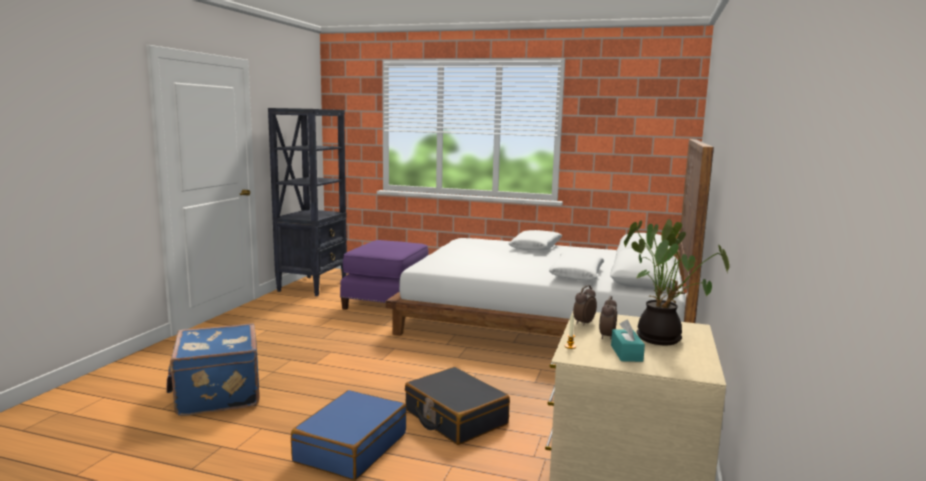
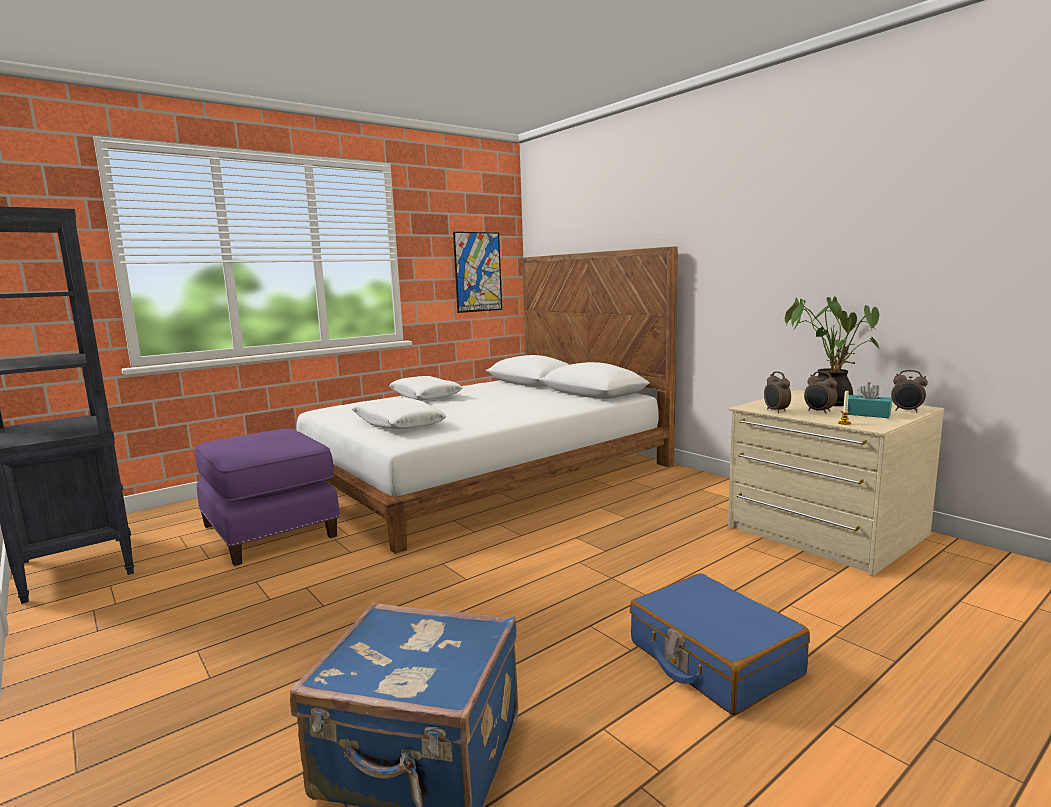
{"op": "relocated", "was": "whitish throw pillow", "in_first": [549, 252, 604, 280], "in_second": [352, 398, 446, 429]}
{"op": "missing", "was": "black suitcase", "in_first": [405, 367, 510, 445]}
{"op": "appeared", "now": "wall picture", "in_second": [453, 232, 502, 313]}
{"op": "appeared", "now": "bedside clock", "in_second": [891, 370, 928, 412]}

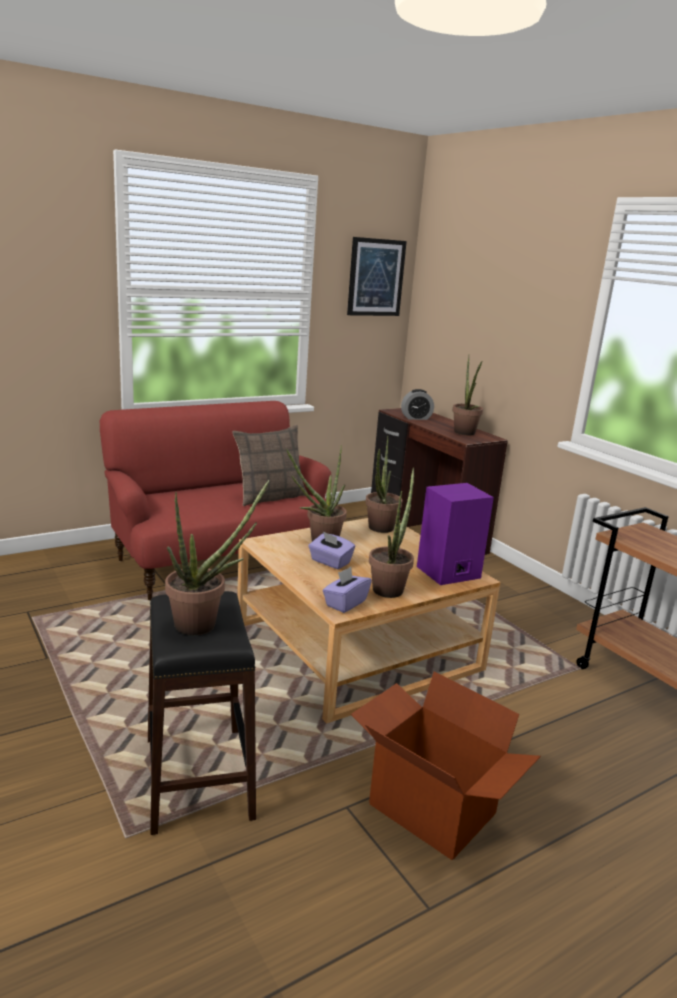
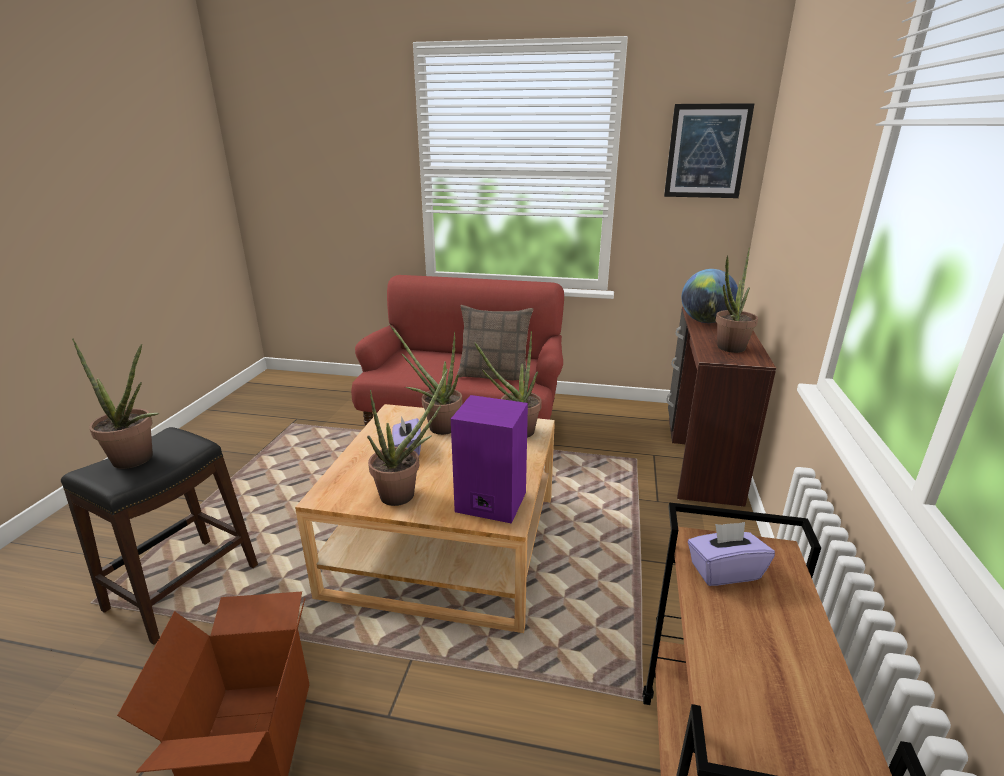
{"op": "exchanged", "was": "bedside clock", "now": "globe", "in_first": [401, 389, 434, 420], "in_second": [682, 269, 738, 323]}
{"op": "relocated", "was": "purple-coloured box of tissues", "in_first": [323, 567, 372, 613], "in_second": [688, 522, 775, 586]}

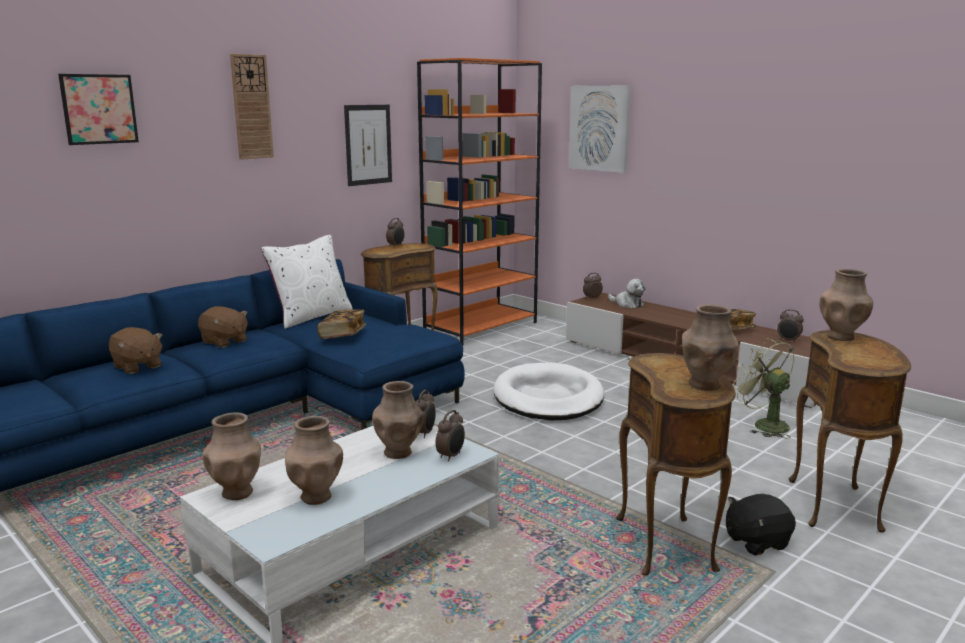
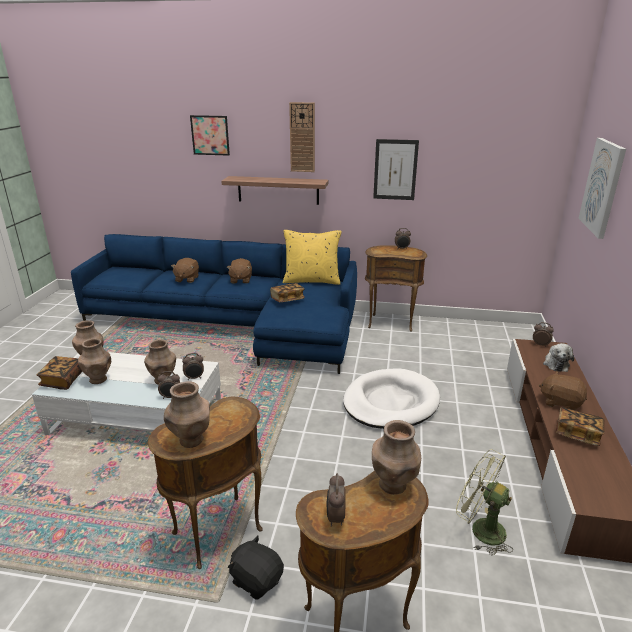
{"op": "missing", "was": "orange-coloured bookcase", "in_first": [417, 58, 542, 345]}
{"op": "colour", "was": "whitish throw pillow", "now": "yellow-coloured throw pillow", "in_first": [261, 235, 353, 329], "in_second": [283, 230, 342, 285]}
{"op": "relocated", "was": "bedside clock", "in_first": [777, 309, 804, 343], "in_second": [326, 473, 346, 527]}
{"op": "spun", "was": "green fan", "in_first": [733, 338, 795, 439], "in_second": [456, 449, 513, 555], "clockwise": -75}
{"op": "appeared", "now": "bracket shelf", "in_second": [221, 176, 329, 205]}
{"op": "appeared", "now": "volume", "in_second": [37, 356, 83, 390]}
{"op": "appeared", "now": "brownish plush toy", "in_second": [539, 371, 587, 410]}

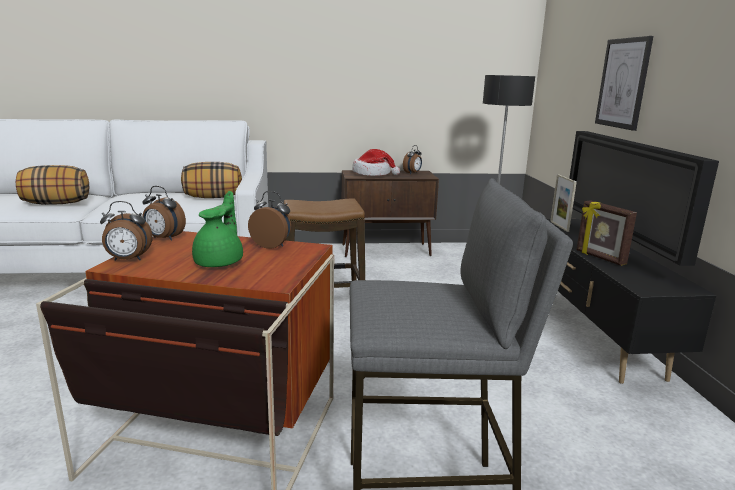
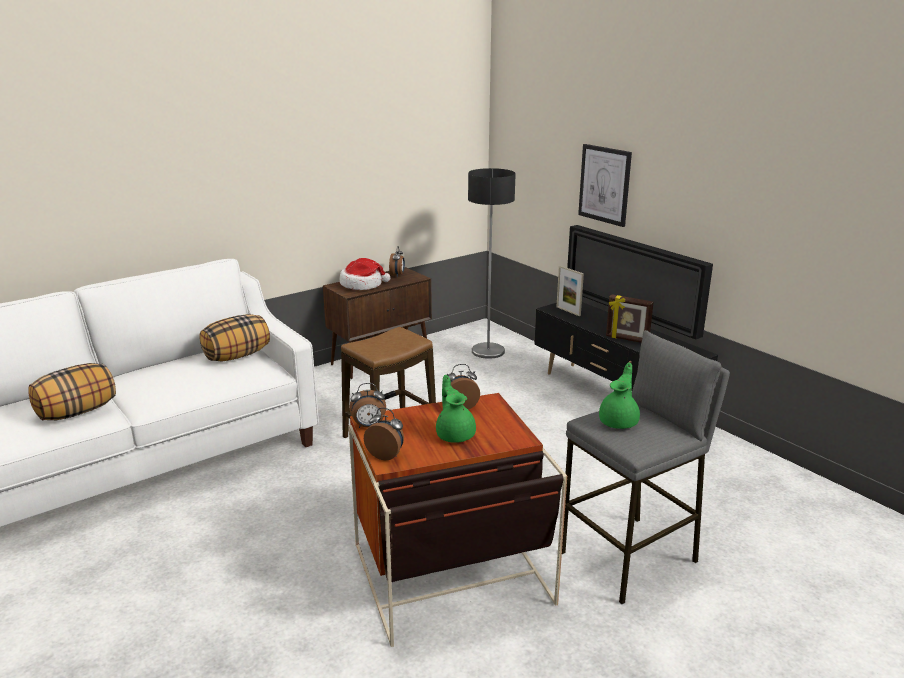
{"op": "spun", "was": "bedside clock", "in_first": [100, 201, 153, 261], "in_second": [364, 408, 404, 460], "clockwise": -120}
{"op": "appeared", "now": "green teapot", "in_second": [599, 362, 640, 429]}

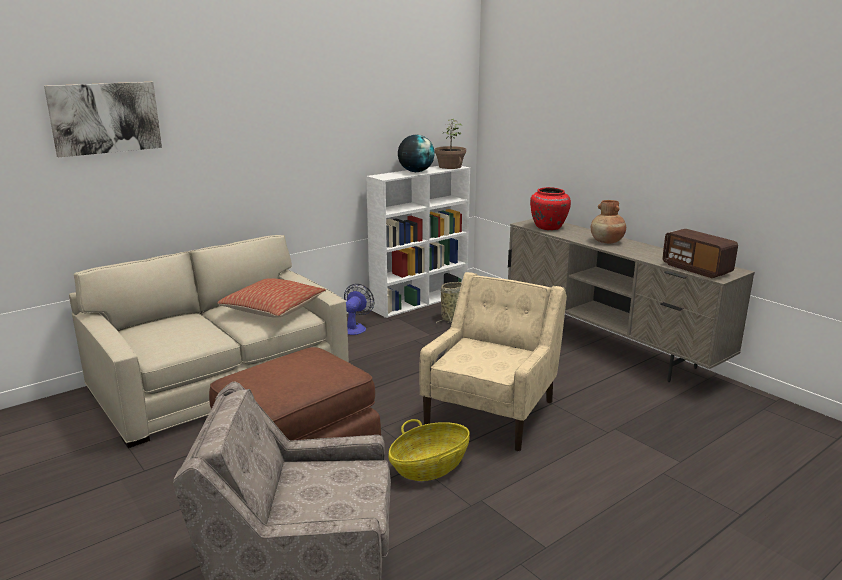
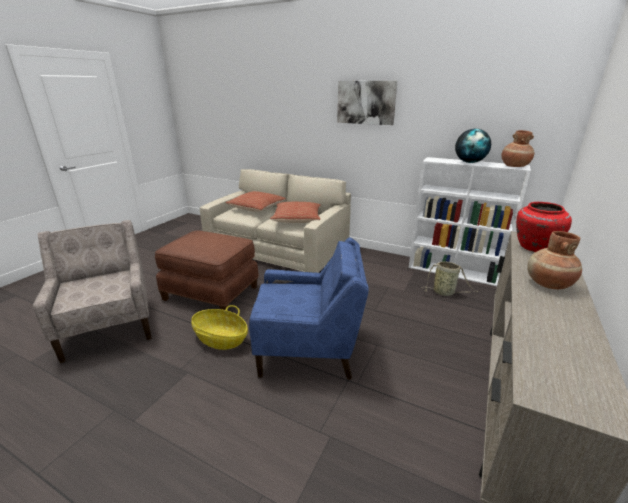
{"op": "relocated", "was": "wall picture", "in_first": [44, 82, 162, 157], "in_second": [337, 81, 398, 125]}
{"op": "exchanged", "was": "potted plant", "now": "brownish decorative vase", "in_first": [435, 119, 466, 169], "in_second": [501, 130, 534, 167]}
{"op": "missing", "was": "radio receiver", "in_first": [662, 229, 738, 278]}
{"op": "colour", "was": "beige-coloured armchair", "now": "blue armchair", "in_first": [420, 272, 567, 451], "in_second": [249, 237, 369, 380]}
{"op": "missing", "was": "fan", "in_first": [344, 284, 374, 335]}
{"op": "appeared", "now": "throw pillow", "in_second": [226, 191, 286, 212]}

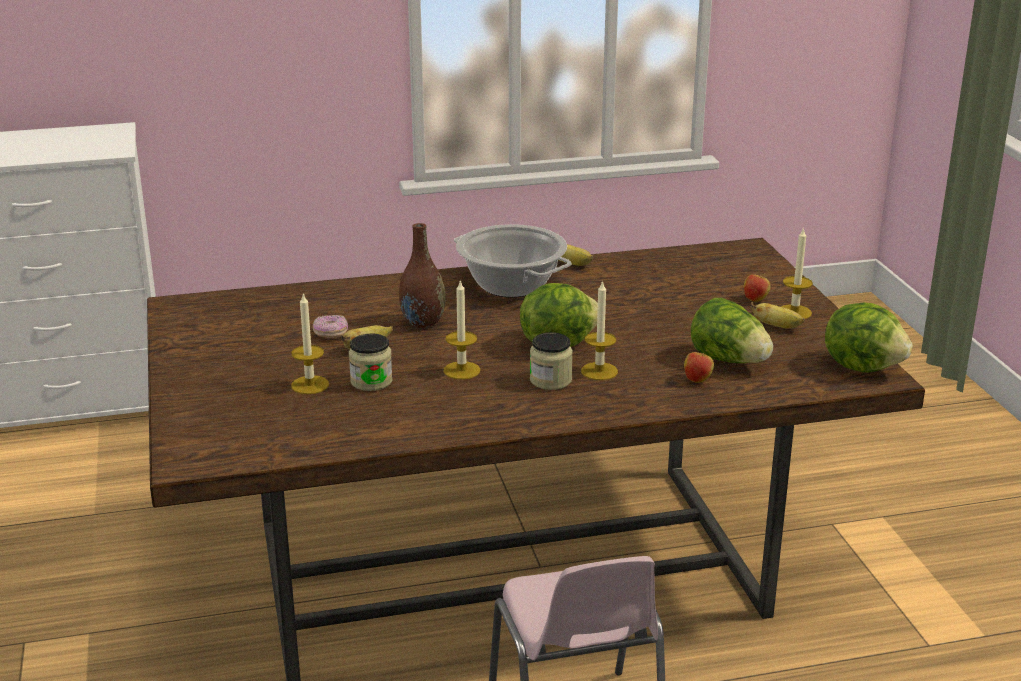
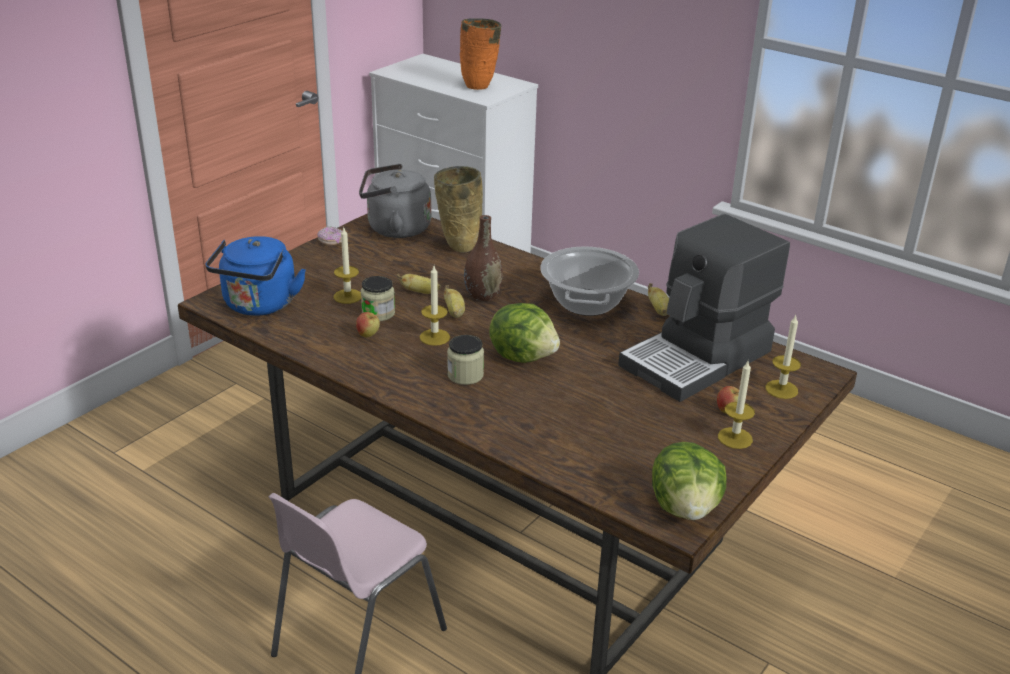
{"op": "relocated", "was": "candle", "in_first": [581, 280, 618, 380], "in_second": [765, 315, 801, 399]}
{"op": "missing", "was": "lettuce", "in_first": [691, 298, 773, 363]}
{"op": "relocated", "was": "banana", "in_first": [750, 302, 805, 329], "in_second": [444, 285, 465, 318]}
{"op": "relocated", "was": "donut", "in_first": [313, 315, 348, 338], "in_second": [317, 226, 342, 246]}
{"op": "relocated", "was": "whole apple", "in_first": [684, 350, 714, 383], "in_second": [356, 312, 380, 338]}
{"op": "appeared", "now": "orange-coloured decorative vase", "in_second": [460, 18, 501, 90]}
{"op": "appeared", "now": "gray tea kettle", "in_second": [359, 164, 431, 238]}
{"op": "appeared", "now": "beige-coloured decorative vase", "in_second": [434, 166, 483, 253]}
{"op": "appeared", "now": "coffee maker", "in_second": [618, 214, 790, 402]}
{"op": "appeared", "now": "blue tea kettle", "in_second": [205, 236, 306, 316]}

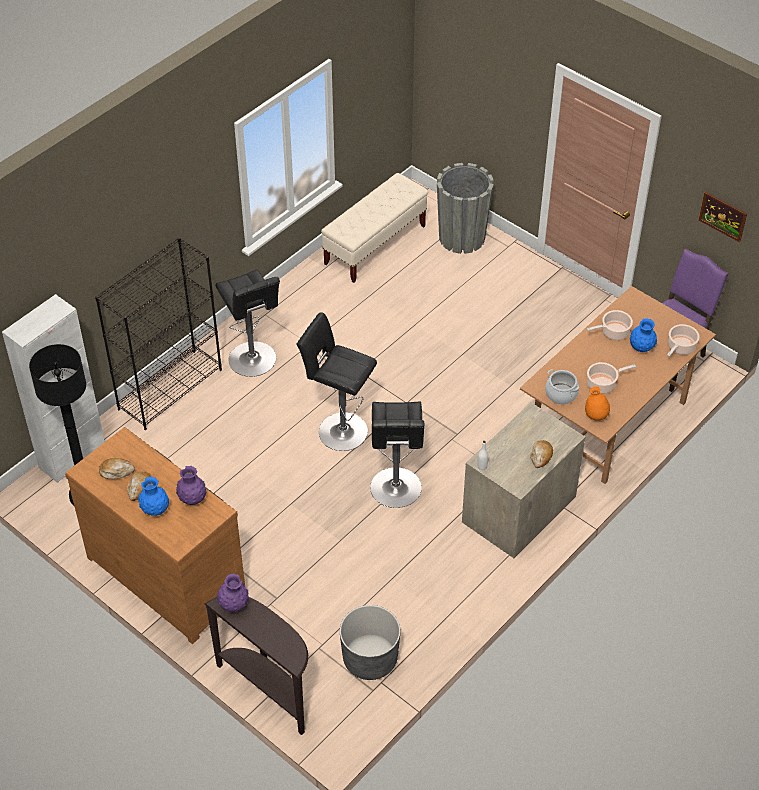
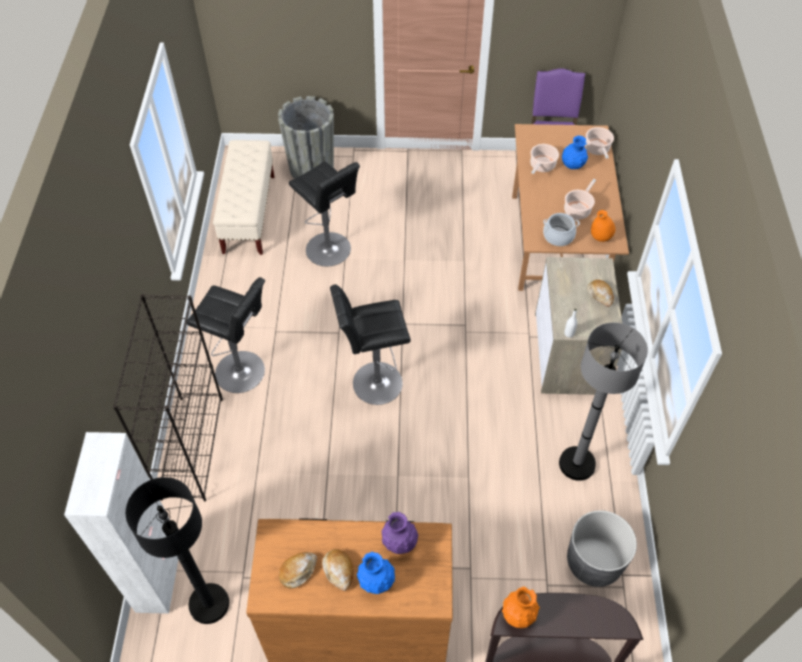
{"op": "missing", "was": "wall picture", "in_first": [698, 192, 747, 242]}
{"op": "relocated", "was": "black sitting stool", "in_first": [370, 401, 424, 508], "in_second": [289, 161, 360, 266]}
{"op": "colour", "was": "purple-coloured decorative vase", "now": "orange-coloured decorative vase", "in_first": [217, 574, 249, 612], "in_second": [502, 587, 540, 628]}
{"op": "appeared", "now": "gray floor lamp", "in_second": [559, 323, 648, 481]}

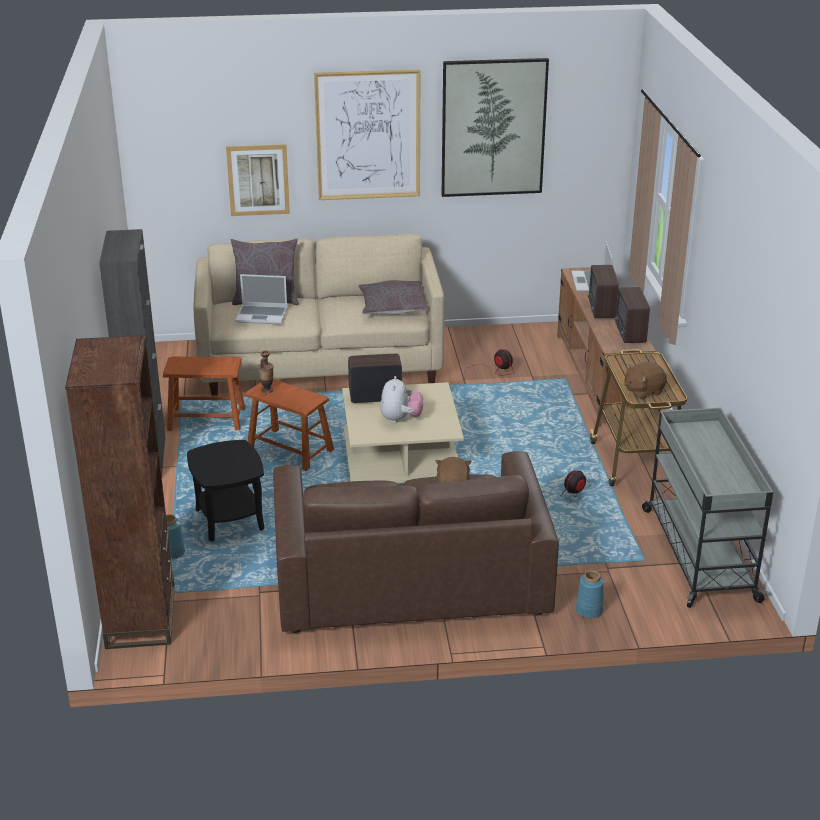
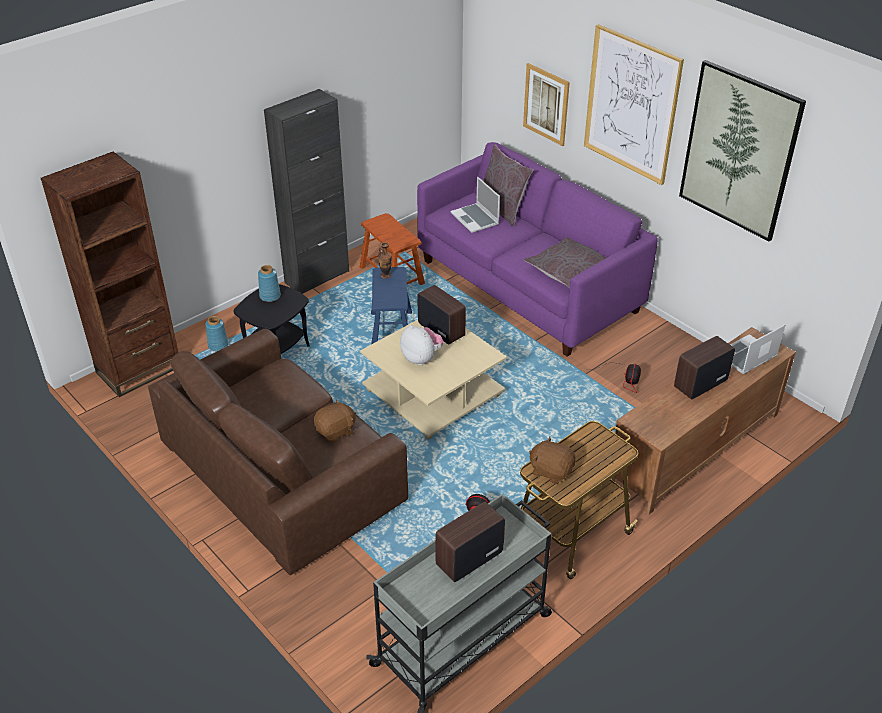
{"op": "colour", "was": "beige-coloured settee", "now": "purple-coloured settee", "in_first": [194, 234, 445, 396], "in_second": [417, 142, 658, 357]}
{"op": "relocated", "was": "radio receiver", "in_first": [615, 287, 650, 343], "in_second": [435, 502, 505, 582]}
{"op": "spun", "was": "plush toy", "in_first": [380, 376, 423, 423], "in_second": [400, 325, 443, 365], "clockwise": -105}
{"op": "colour", "was": "brownish sitting stool", "now": "blue sitting stool", "in_first": [245, 379, 334, 471], "in_second": [371, 267, 412, 344]}
{"op": "relocated", "was": "blue decorative vase", "in_first": [576, 570, 604, 618], "in_second": [258, 265, 281, 302]}

